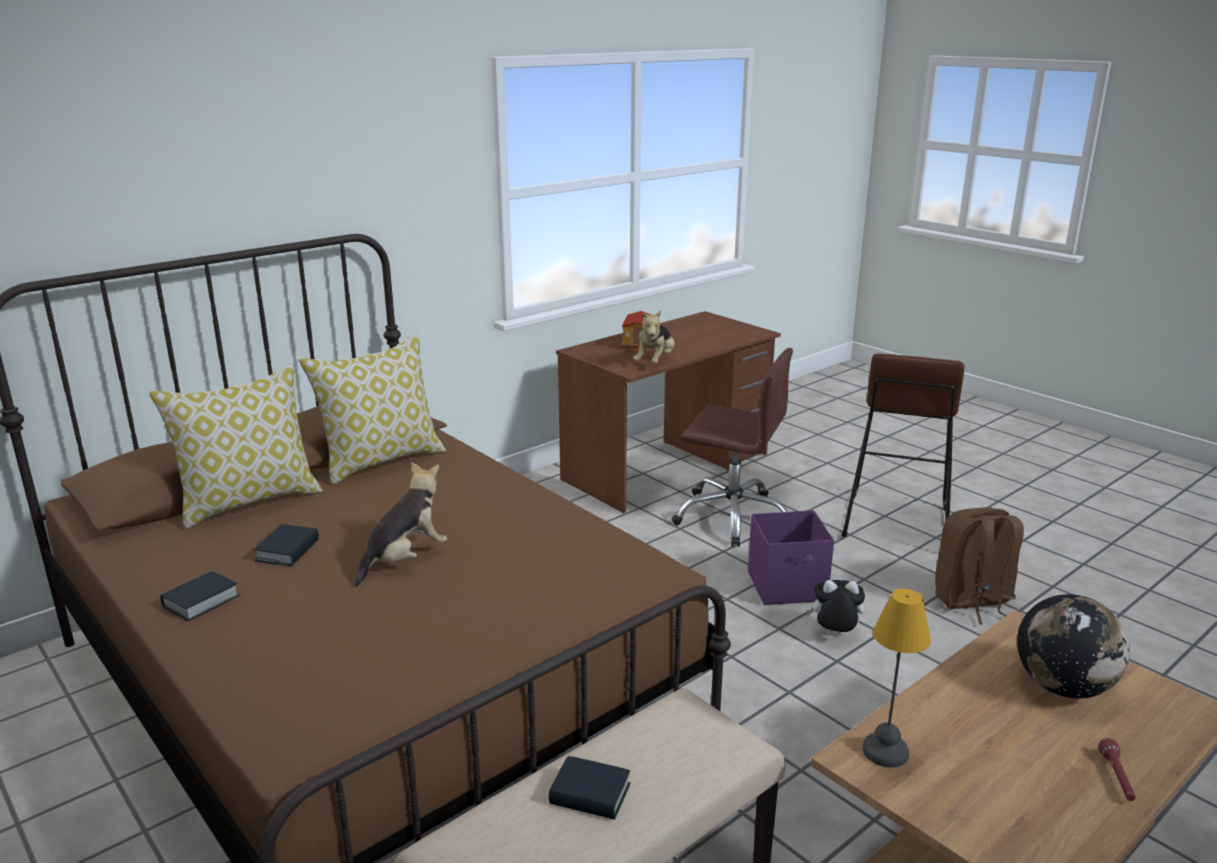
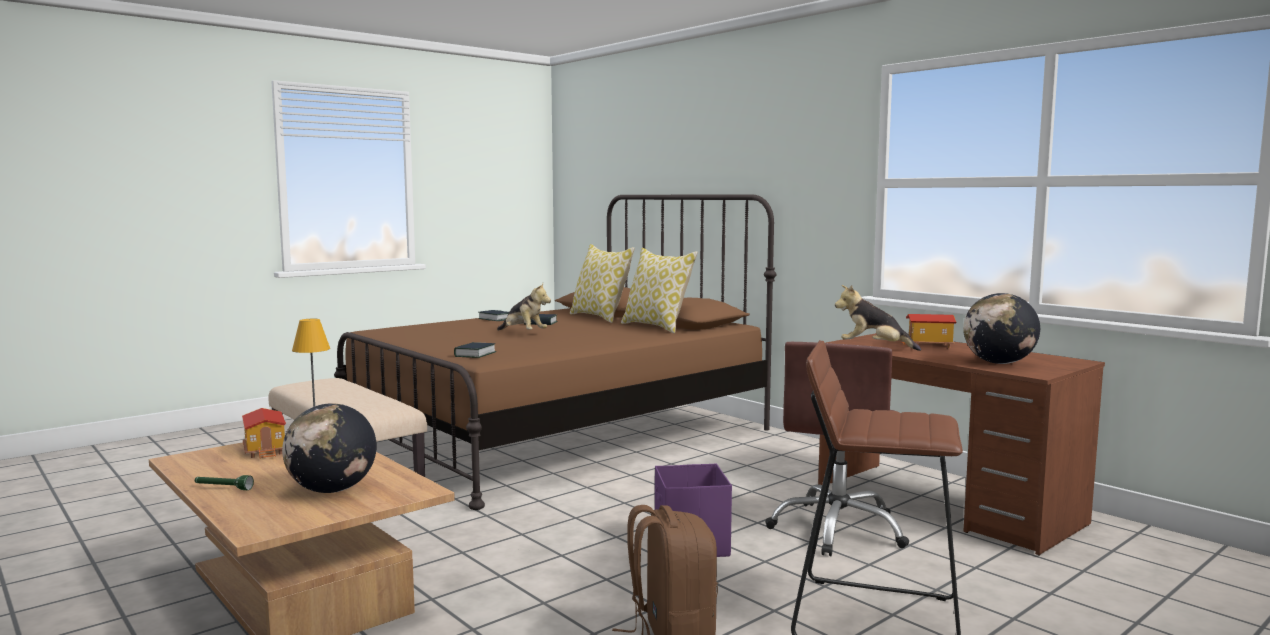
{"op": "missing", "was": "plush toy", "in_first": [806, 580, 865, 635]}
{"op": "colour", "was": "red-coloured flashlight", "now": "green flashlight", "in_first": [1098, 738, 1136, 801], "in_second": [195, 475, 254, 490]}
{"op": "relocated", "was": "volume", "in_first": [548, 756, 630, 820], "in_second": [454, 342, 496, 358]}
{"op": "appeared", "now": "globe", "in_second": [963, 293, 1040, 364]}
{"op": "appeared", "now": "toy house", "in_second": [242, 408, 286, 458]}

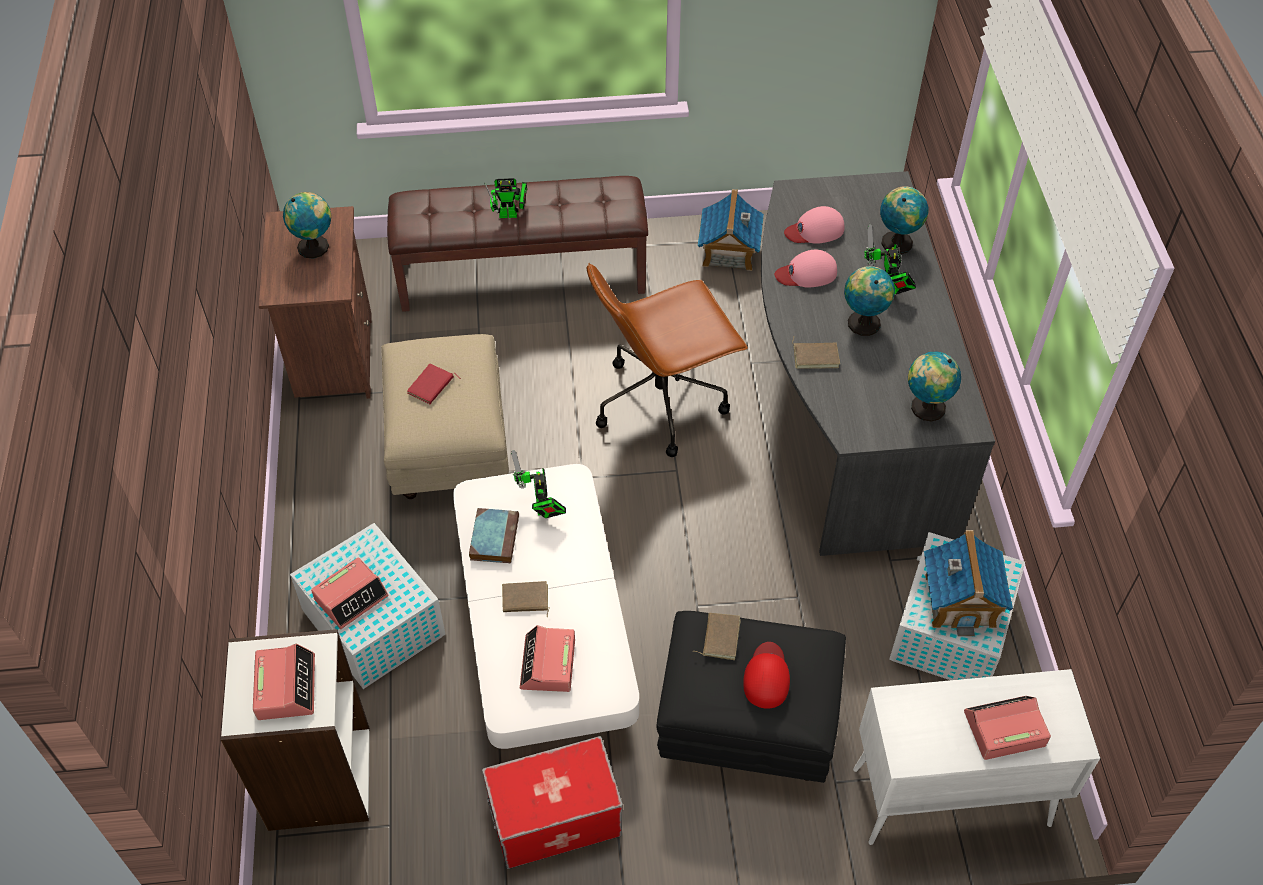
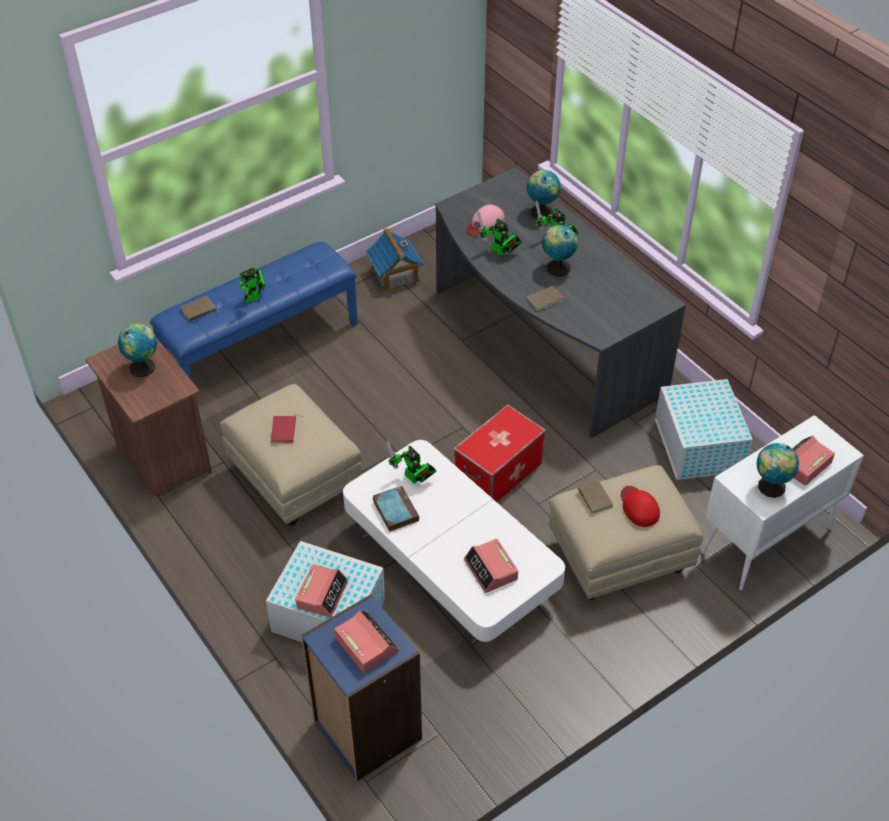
{"op": "colour", "was": "brownish bench", "now": "blue bench", "in_first": [387, 176, 648, 312], "in_second": [150, 242, 358, 381]}
{"op": "exchanged", "was": "pinkish baseball cap", "now": "toy robot", "in_first": [775, 250, 837, 288], "in_second": [477, 212, 522, 256]}
{"op": "missing", "was": "brownish desk chair", "in_first": [587, 263, 748, 457]}
{"op": "relocated", "was": "globe", "in_first": [908, 352, 961, 422], "in_second": [756, 443, 799, 498]}
{"op": "missing", "was": "toy house", "in_first": [924, 530, 1013, 636]}
{"op": "relocated", "was": "brownish volume", "in_first": [502, 581, 550, 617], "in_second": [180, 296, 219, 321]}
{"op": "colour", "was": "black pouffe", "now": "beige-coloured pouffe", "in_first": [657, 611, 846, 783], "in_second": [549, 465, 703, 600]}
{"op": "colour", "was": "whitish bookcase", "now": "blue bookcase", "in_first": [221, 629, 370, 831], "in_second": [301, 594, 422, 781]}
{"op": "relocated", "was": "storage bin", "in_first": [482, 736, 623, 869], "in_second": [454, 405, 546, 502]}

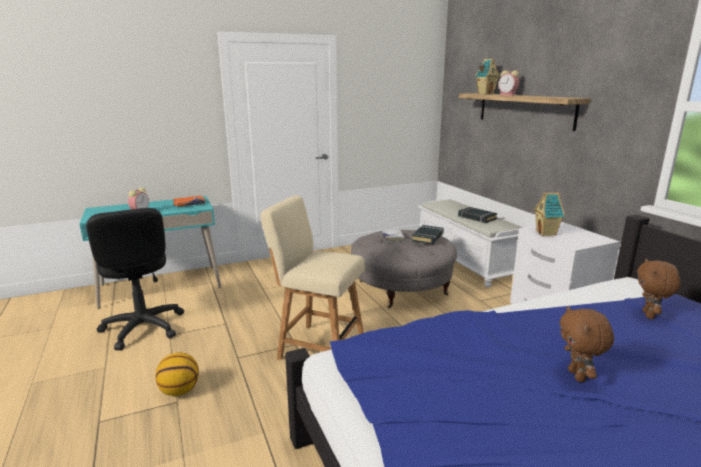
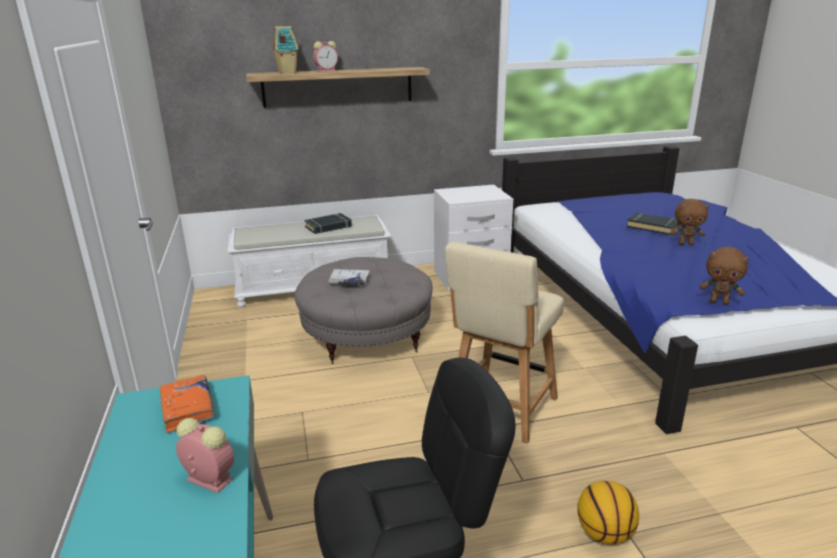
{"op": "missing", "was": "toy house", "in_first": [534, 192, 565, 236]}
{"op": "relocated", "was": "black volume", "in_first": [412, 225, 444, 244], "in_second": [627, 213, 679, 235]}
{"op": "relocated", "was": "brownish plush toy", "in_first": [637, 258, 681, 319], "in_second": [699, 247, 749, 305]}

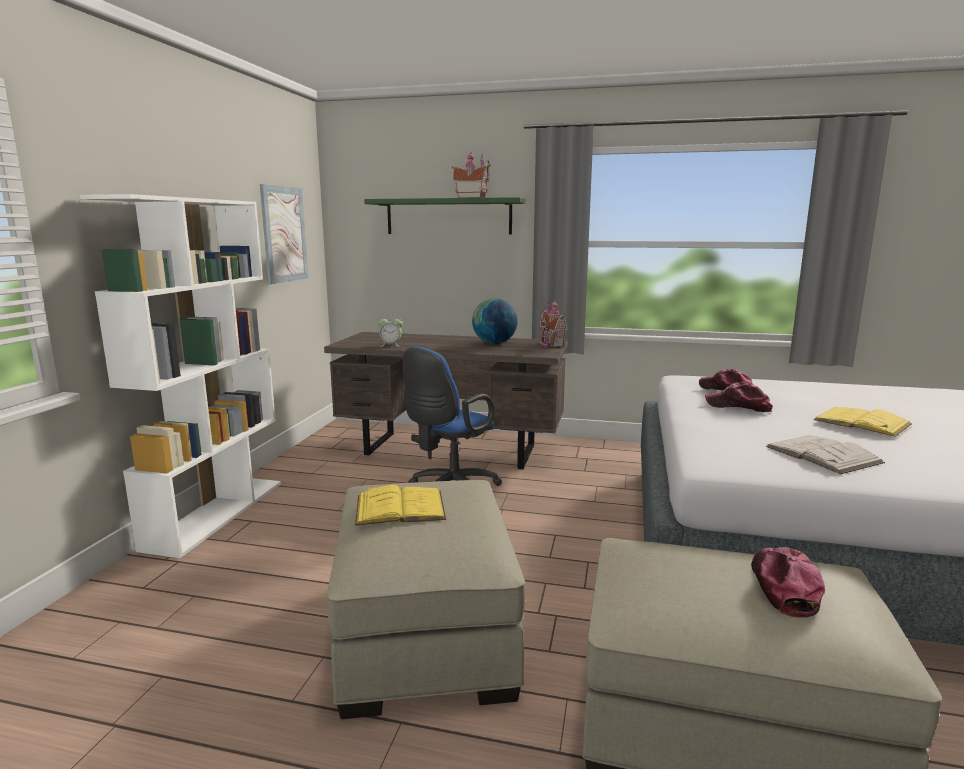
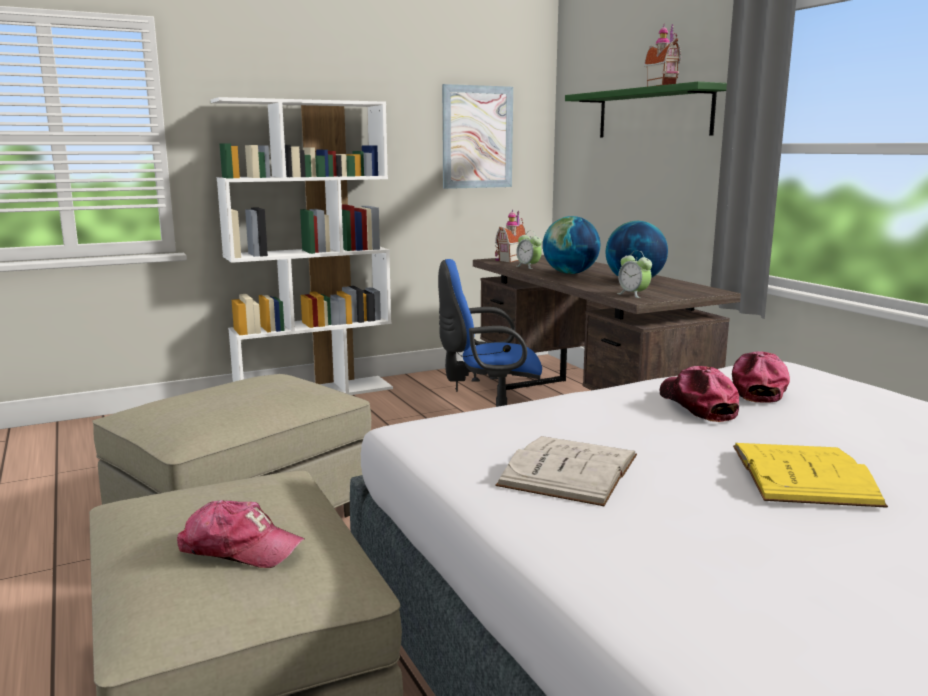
{"op": "relocated", "was": "toy house", "in_first": [540, 299, 567, 347], "in_second": [495, 209, 526, 262]}
{"op": "missing", "was": "yellow-coloured volume", "in_first": [355, 485, 446, 525]}
{"op": "spun", "was": "baseball cap", "in_first": [751, 547, 825, 617], "in_second": [177, 500, 305, 568], "clockwise": 45}
{"op": "appeared", "now": "globe", "in_second": [543, 216, 600, 274]}
{"op": "appeared", "now": "bedside clock", "in_second": [617, 251, 652, 298]}

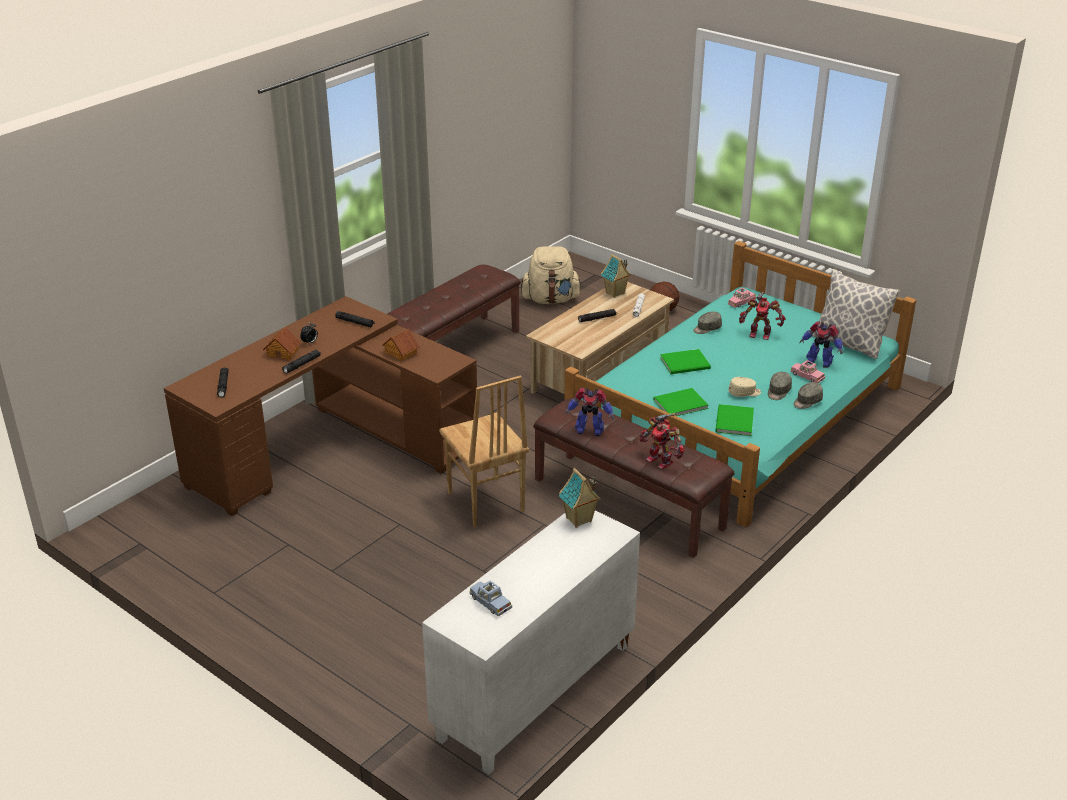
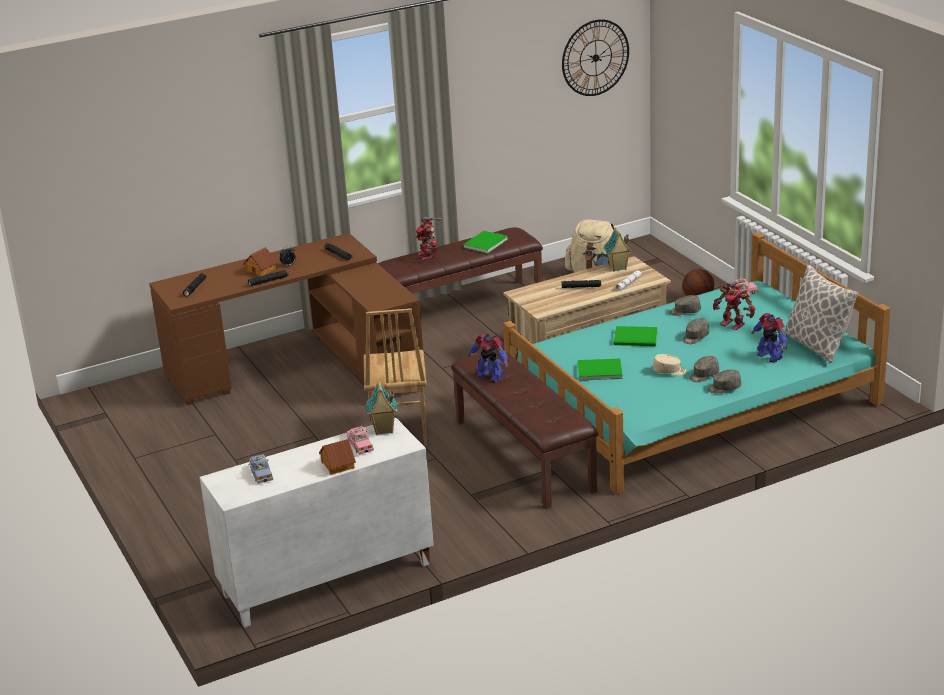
{"op": "relocated", "was": "toy house", "in_first": [382, 328, 420, 361], "in_second": [319, 439, 356, 475]}
{"op": "relocated", "was": "pinkish model car", "in_first": [790, 360, 825, 383], "in_second": [347, 426, 374, 455]}
{"op": "relocated", "was": "green volume", "in_first": [715, 404, 754, 436], "in_second": [463, 231, 508, 253]}
{"op": "relocated", "was": "toy robot", "in_first": [639, 413, 685, 469], "in_second": [416, 217, 442, 261]}
{"op": "appeared", "now": "wall clock", "in_second": [562, 19, 629, 96]}
{"op": "appeared", "now": "gray baseball cap", "in_second": [683, 318, 709, 344]}

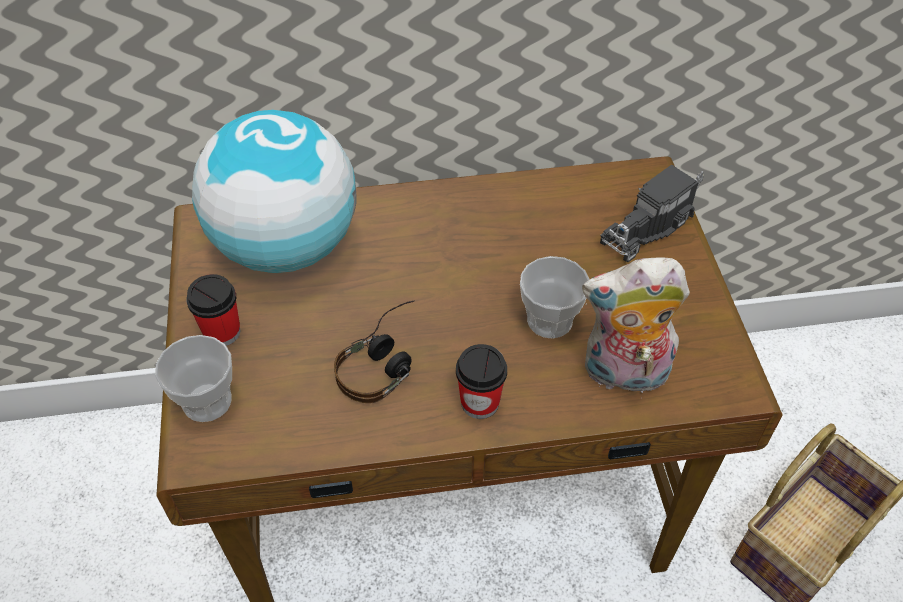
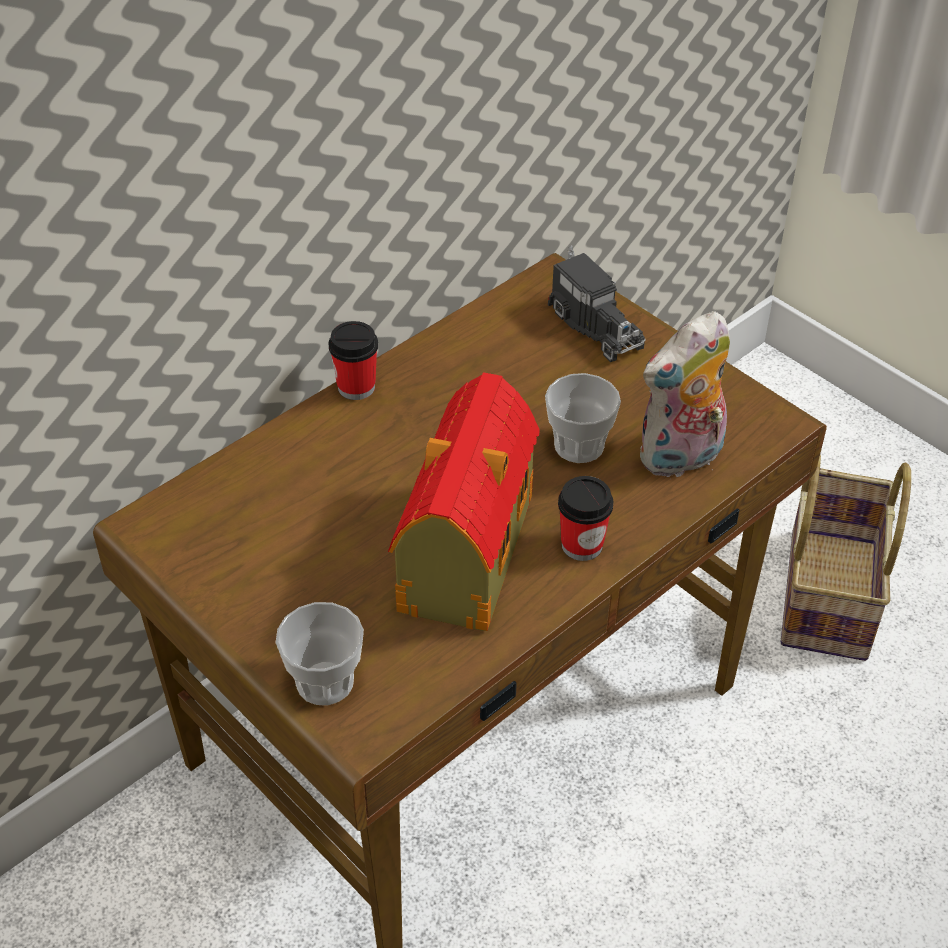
{"op": "missing", "was": "globe", "in_first": [192, 110, 356, 273]}
{"op": "spun", "was": "toy truck", "in_first": [600, 165, 704, 262], "in_second": [548, 245, 645, 362], "clockwise": -45}
{"op": "relocated", "was": "drinking cup", "in_first": [186, 274, 240, 346], "in_second": [328, 321, 378, 400]}
{"op": "exchanged", "was": "headphones", "now": "toy house", "in_first": [334, 300, 415, 403], "in_second": [388, 372, 540, 631]}

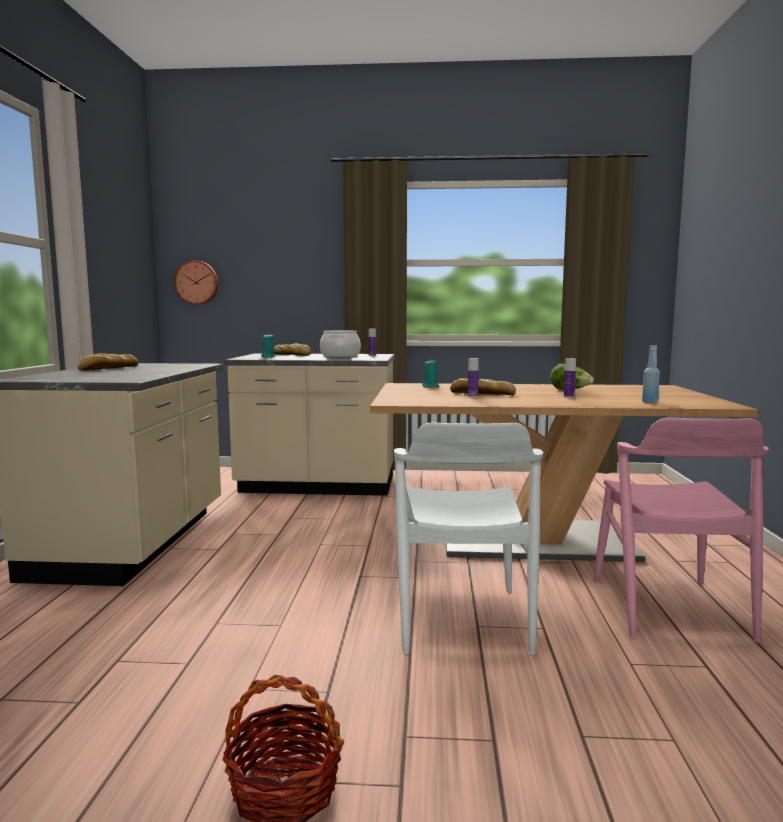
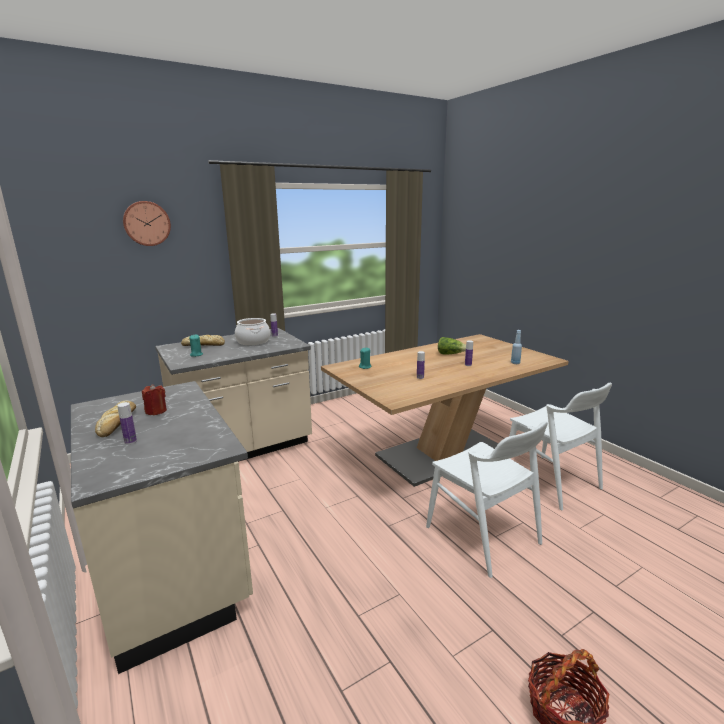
{"op": "relocated", "was": "wall clock", "in_first": [174, 260, 218, 305], "in_second": [123, 201, 171, 246]}
{"op": "missing", "was": "bakery bread", "in_first": [450, 378, 516, 395]}
{"op": "colour", "was": "pinkish plain chair", "now": "whitish plain chair", "in_first": [594, 418, 769, 643], "in_second": [509, 383, 612, 510]}
{"op": "appeared", "now": "red-coloured candle", "in_second": [142, 384, 167, 415]}
{"op": "appeared", "now": "beverage bottle", "in_second": [117, 402, 137, 444]}

